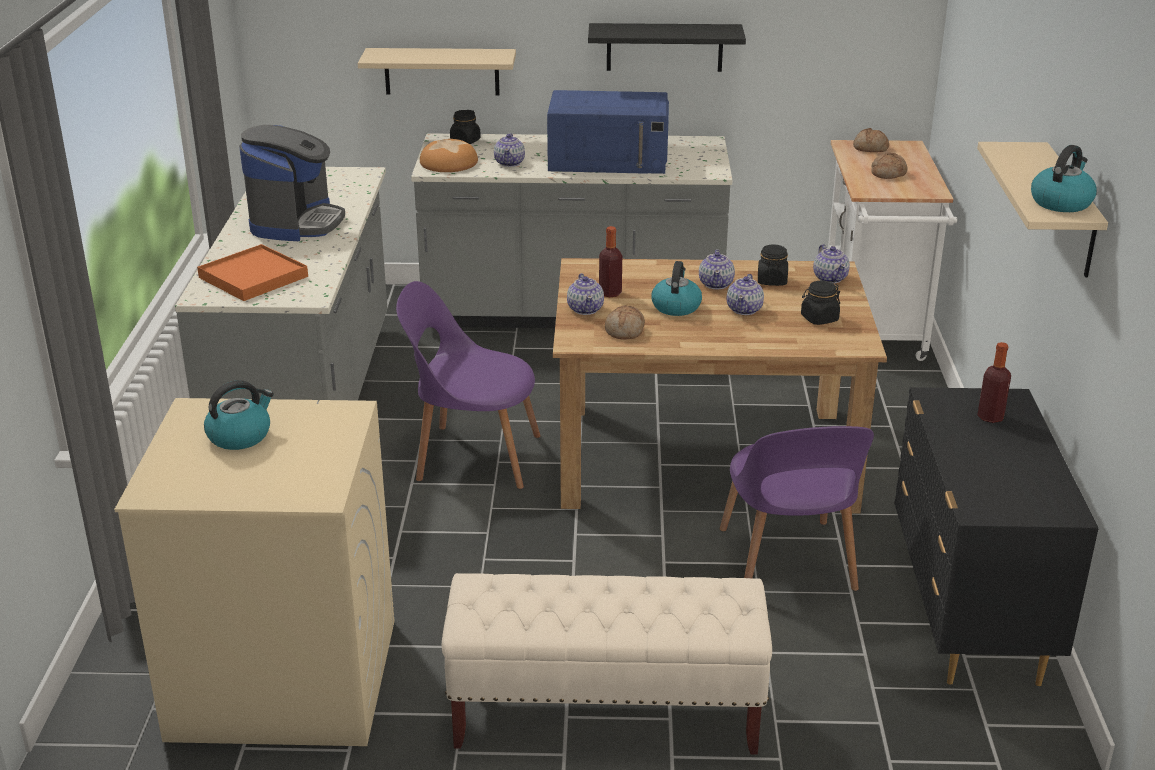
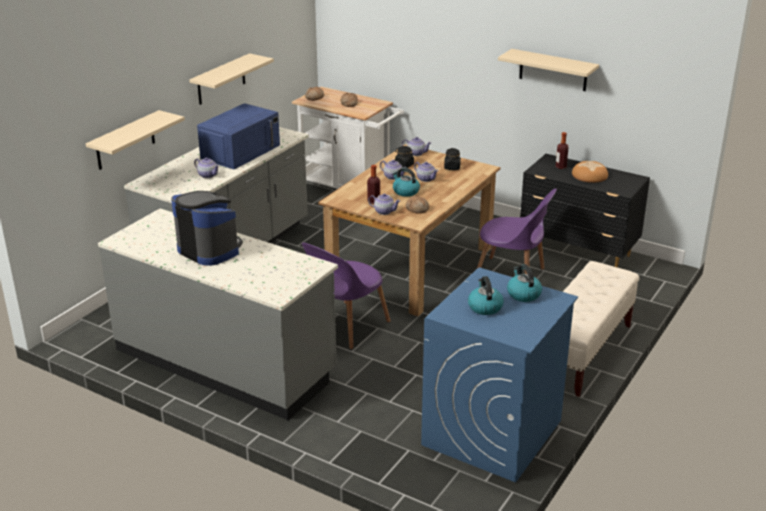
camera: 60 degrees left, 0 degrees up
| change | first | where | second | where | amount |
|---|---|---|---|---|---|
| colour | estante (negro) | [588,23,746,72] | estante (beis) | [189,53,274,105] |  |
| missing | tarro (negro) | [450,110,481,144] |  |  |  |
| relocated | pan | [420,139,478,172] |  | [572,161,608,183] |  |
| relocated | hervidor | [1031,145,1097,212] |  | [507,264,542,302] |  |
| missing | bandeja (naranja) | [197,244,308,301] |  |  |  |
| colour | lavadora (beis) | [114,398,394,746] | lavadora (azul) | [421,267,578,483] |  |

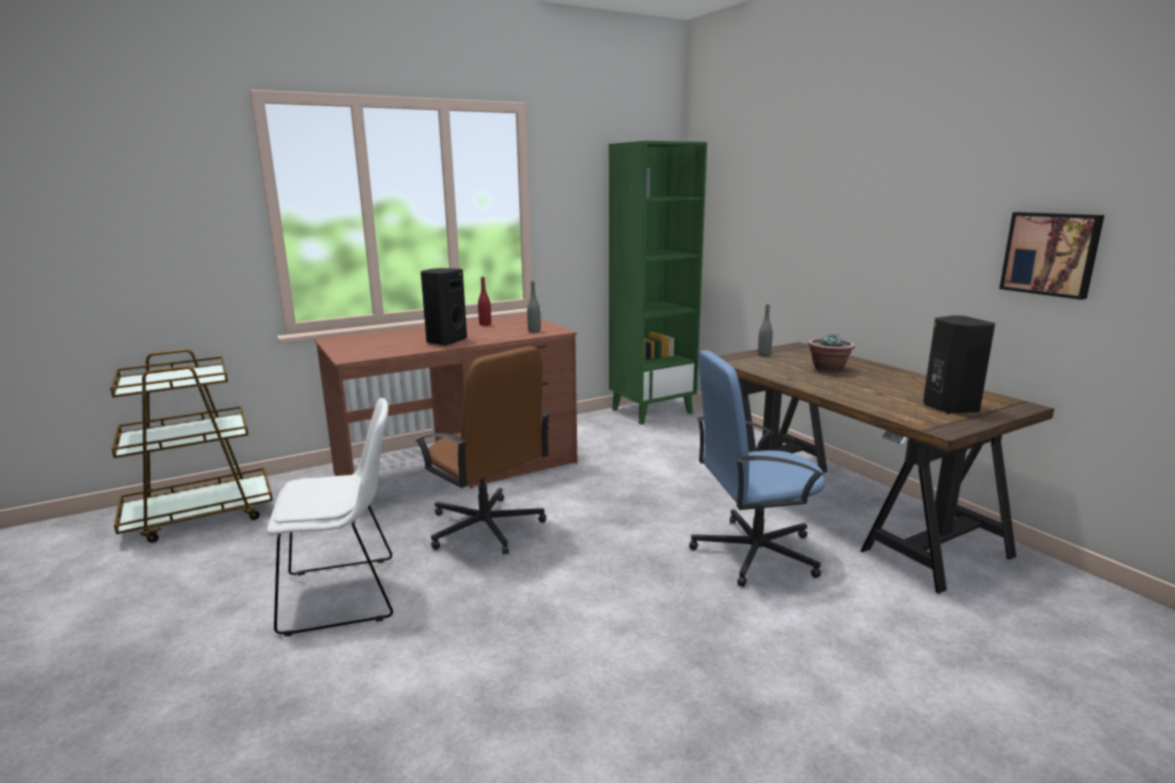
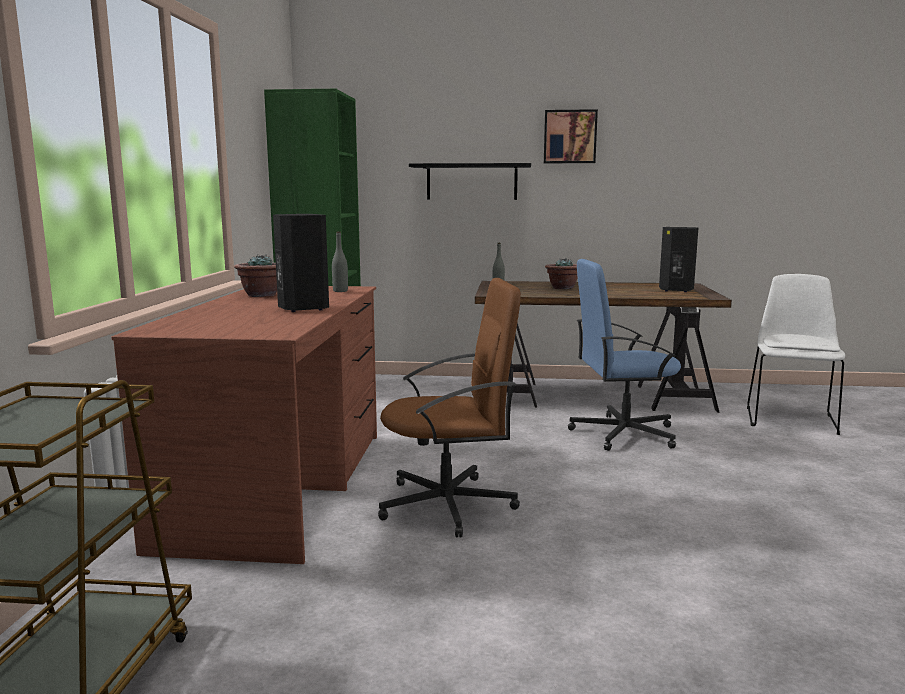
camera: 55 degrees left, 5 degrees down
| change | first | where | second | where | amount |
|---|---|---|---|---|---|
| relocated | cuadro | [999,212,1104,300] |  | [544,109,598,163] |  |
| exchanged | botella (rojo) | [478,277,491,326] | planta en maceta | [234,254,277,297] |  |
| spun | silla de oficina (azul) | [689,350,825,587] |  | [568,259,681,451] | 60 degrees clockwise |
| relocated | silla (blanco) | [267,398,393,636] |  | [747,274,845,435] |  |
| appeared |  |  | estante (negro) | [409,163,531,200] |  |

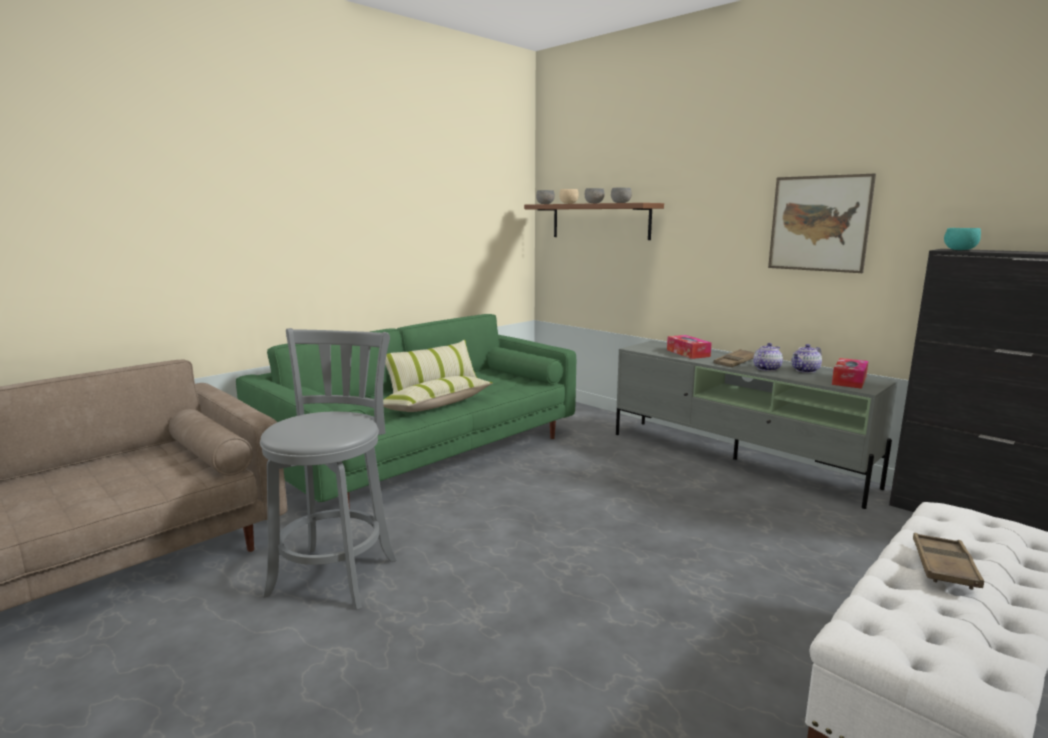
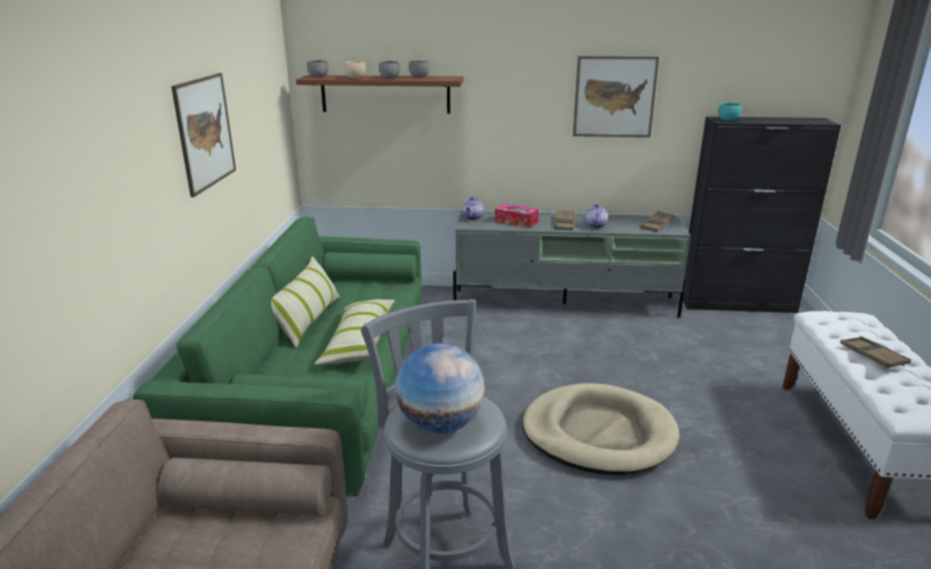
camera: 40 degrees left, 10 degrees up
| change | first | where | second | where | amount |
|---|---|---|---|---|---|
| relocated | tetera | [792,344,822,373] |  | [461,197,484,220] |  |
| exchanged | caja de pañuelos | [832,358,868,389] | bandeja (marrón) | [640,211,675,232] |  |
| appeared |  |  | cuadro | [171,73,236,197] |  |
| appeared |  |  | globo terráqueo | [395,343,485,434] |  |
| appeared |  |  | cama para perro (beis) | [523,383,680,475] |  |

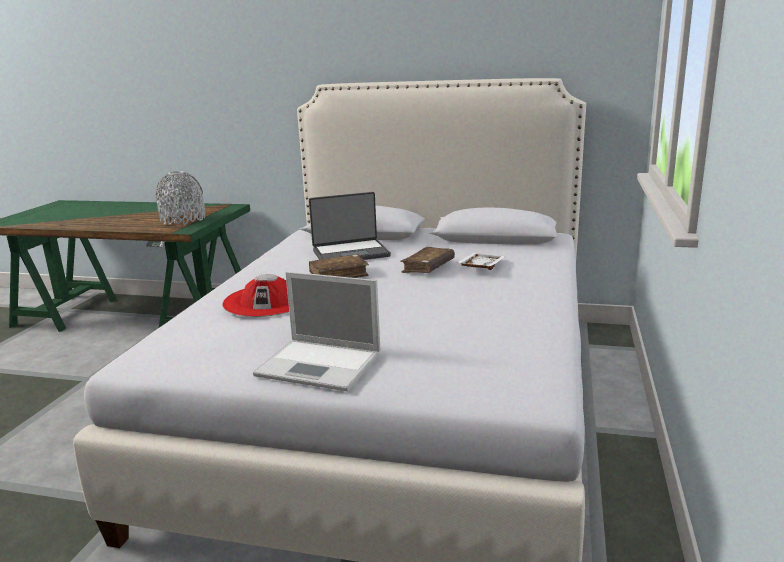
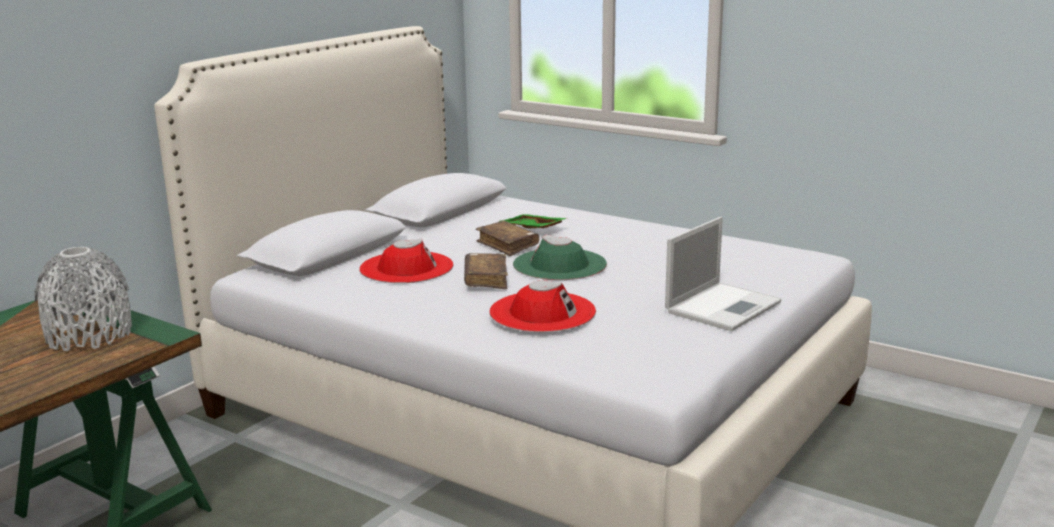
camera: 70 degrees left, 0 degrees up
| change | first | where | second | where | amount |
|---|---|---|---|---|---|
| exchanged | portátil | [309,192,391,260] | sombrero (rojo) | [359,238,454,283] |  |
| colour | bandeja (blanco) | [456,253,506,270] | bandeja (verde) | [501,214,568,228] |  |
| appeared |  |  | sombrero (verde) | [513,234,607,280] |  |

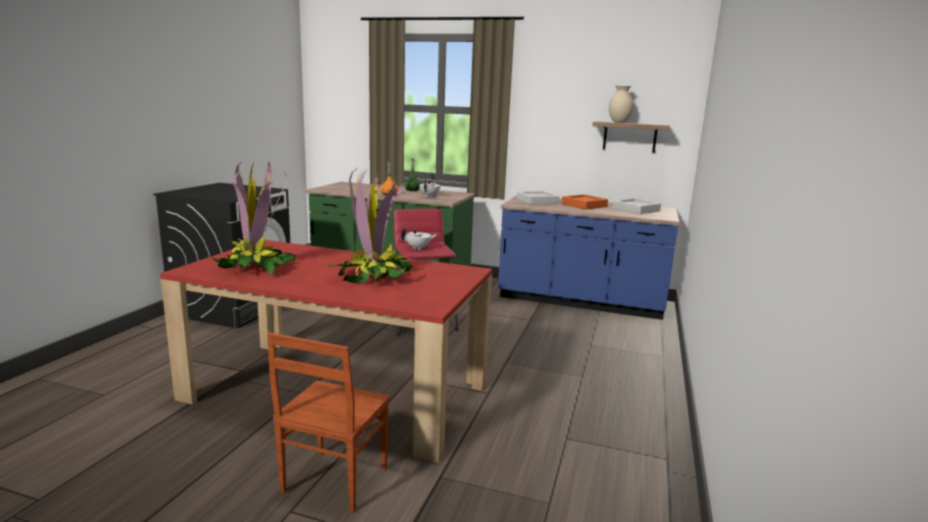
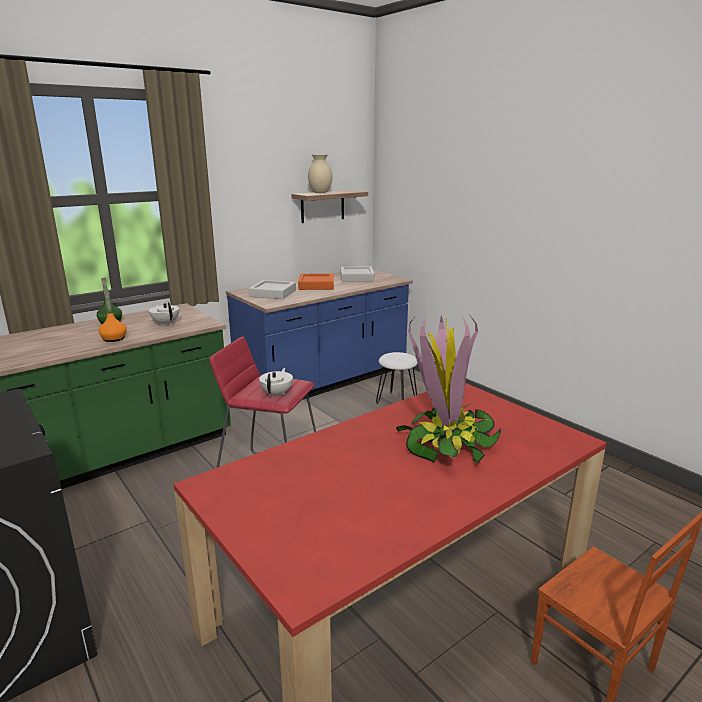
camera: 55 degrees left, 5 degrees up
| change | first | where | second | where | amount |
|---|---|---|---|---|---|
| missing | planta en maceta | [211,160,295,276] |  |  |  |
| appeared |  |  | taburete (blanco) | [376,352,418,404] |  |

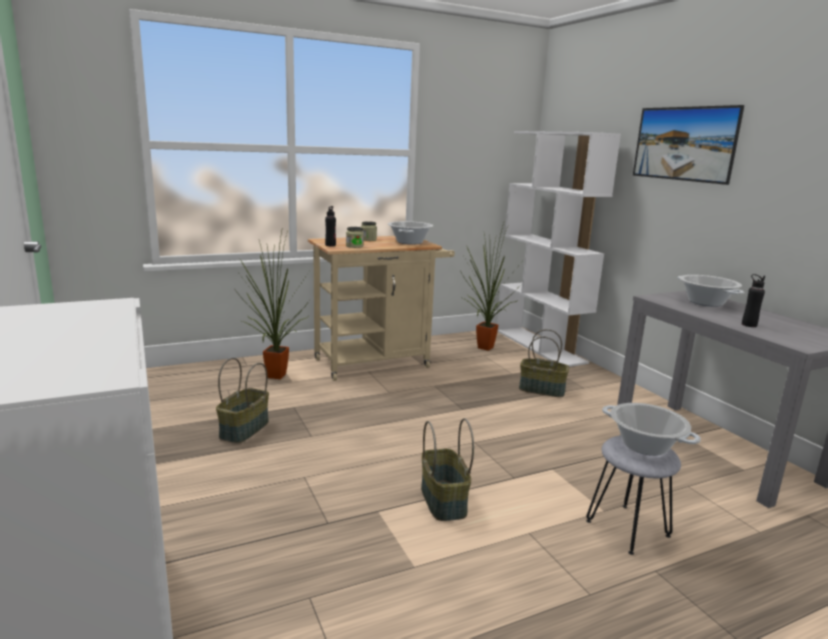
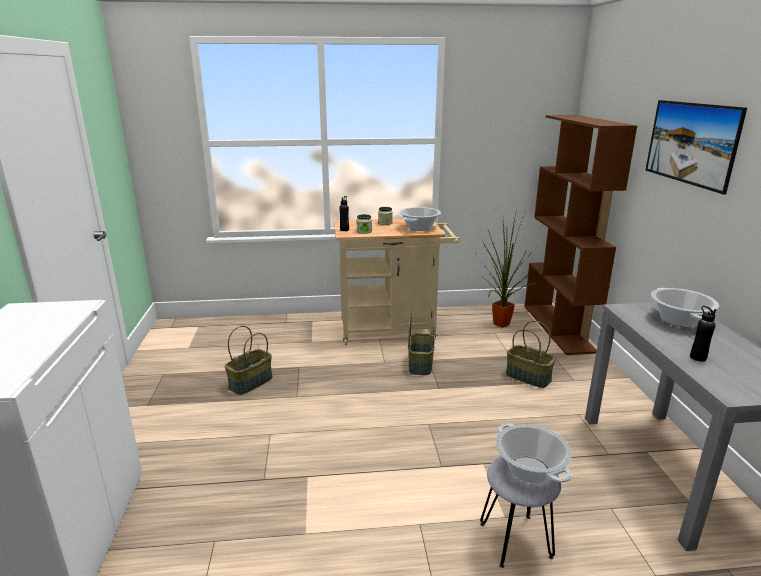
camera: 20 degrees right, 5 degrees up
| change | first | where | second | where | amount |
|---|---|---|---|---|---|
| colour | estantería (blanco) | [497,131,621,367] | estantería (marrón) | [524,115,637,355] |  |
| missing | planta en maceta | [235,227,309,379] |  |  |  |
| relocated | cesta | [421,418,474,521] |  | [408,313,435,375] |  |

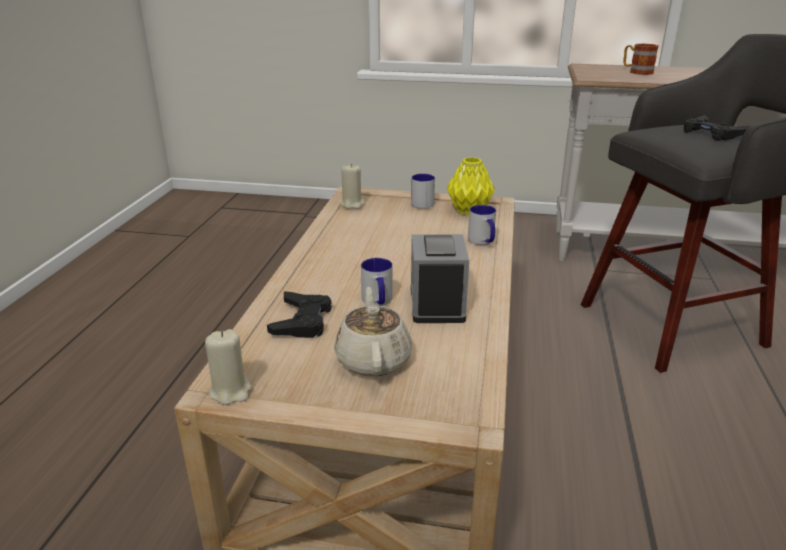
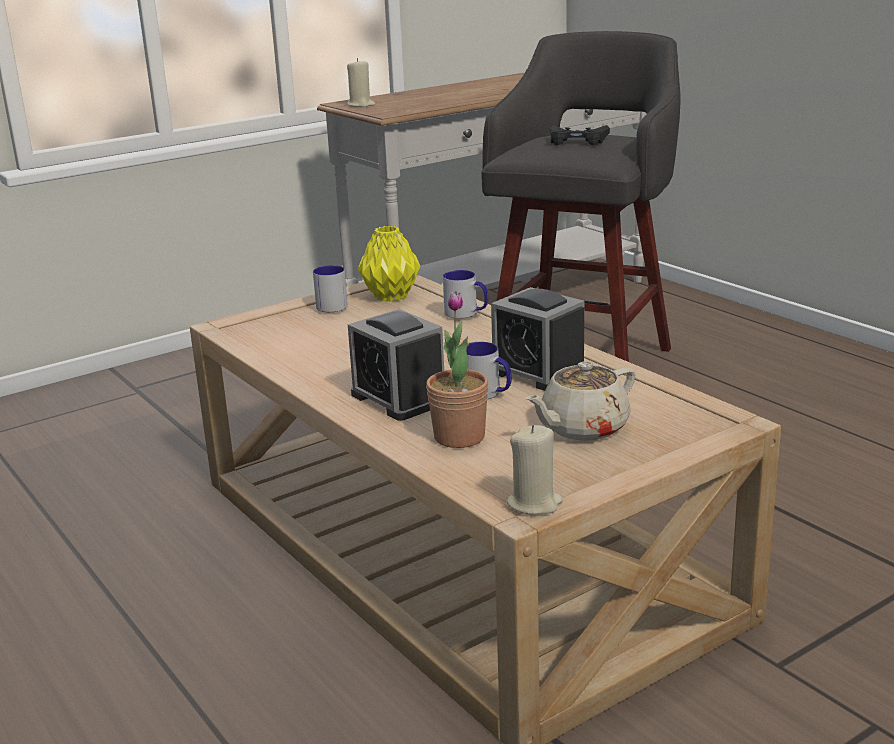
camera: 45 degrees left, 5 degrees down
| change | first | where | second | where | amount |
|---|---|---|---|---|---|
| missing | taza grande | [623,44,659,75] |  |  |  |
| relocated | vela (beis) | [340,163,365,209] |  | [347,58,375,107] |  |
| spun | tetera (beis) | [334,287,412,377] |  | [526,361,635,441] | 75 degrees counterclockwise |
| exchanged | mando de consola (negro) | [267,291,332,338] | planta en maceta | [426,291,489,448] |  |
| appeared |  |  | despertador | [348,309,444,421] |  |

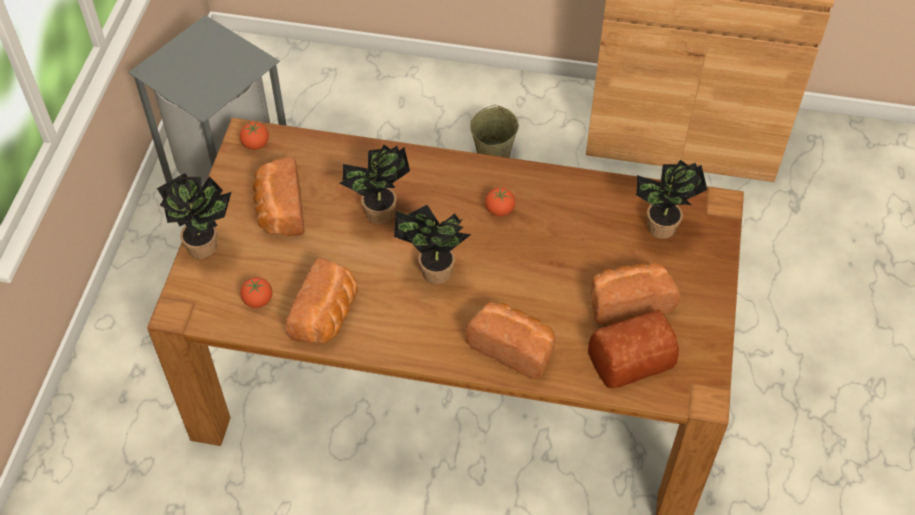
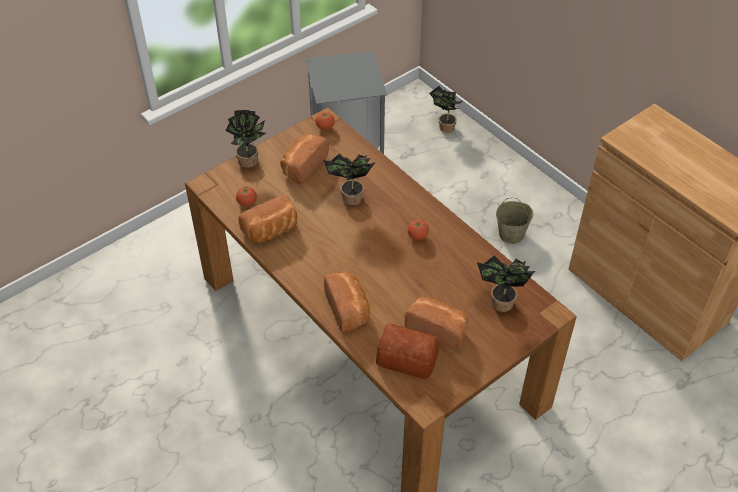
camera: 40 degrees right, 5 degrees down
| change | first | where | second | where | amount |
|---|---|---|---|---|---|
| relocated | planta en maceta | [394,205,472,284] |  | [429,86,463,133] |  |

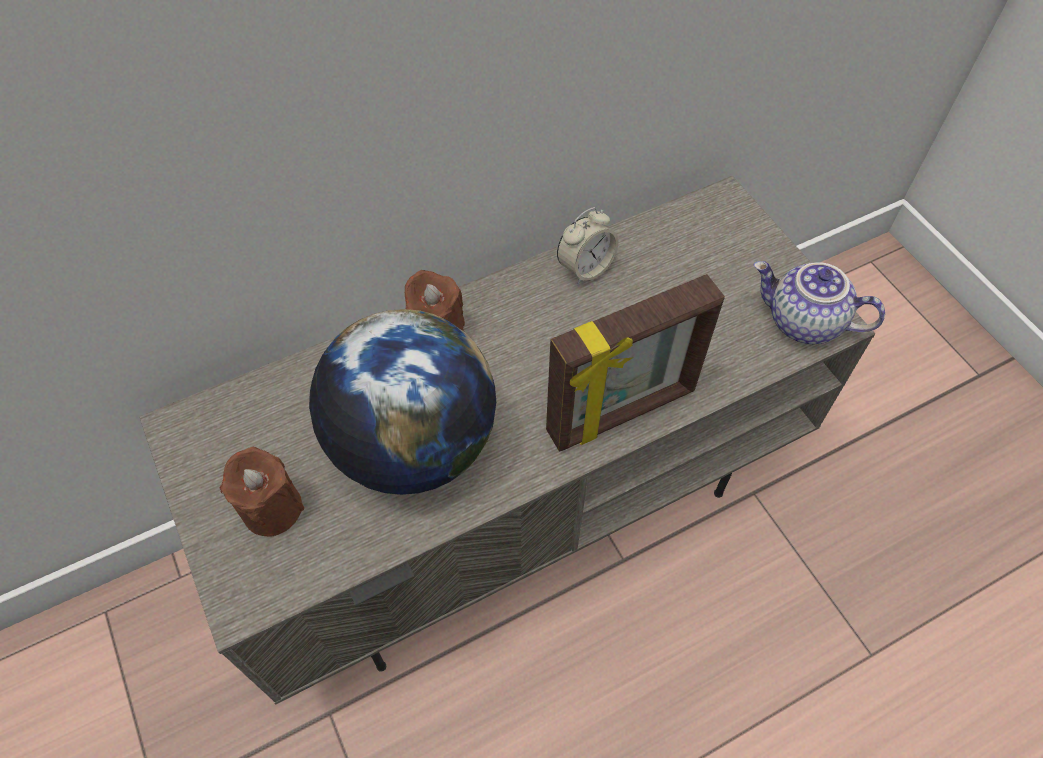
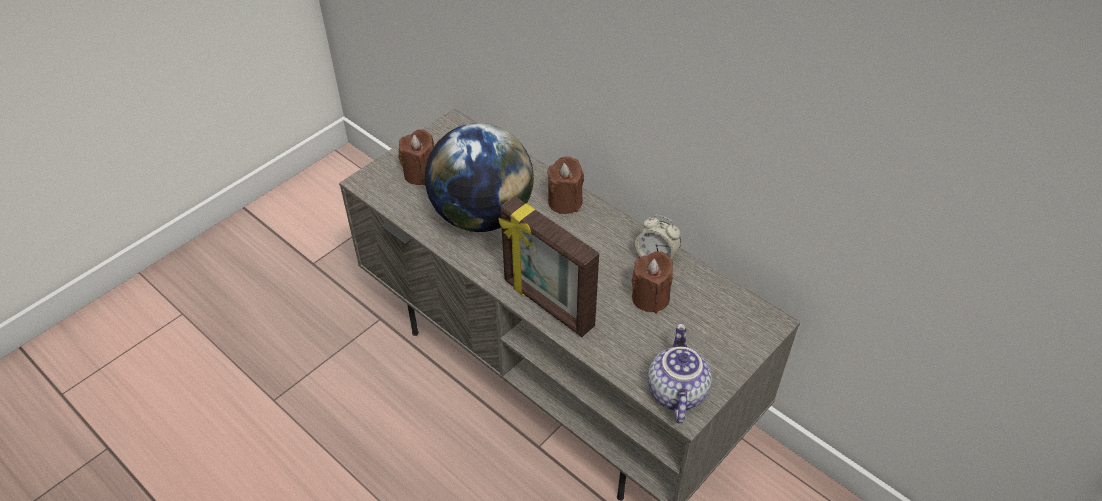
camera: 70 degrees right, 10 degrees down
| change | first | where | second | where | amount |
|---|---|---|---|---|---|
| appeared |  |  | vela (marrón) | [632,251,673,313] |  |

